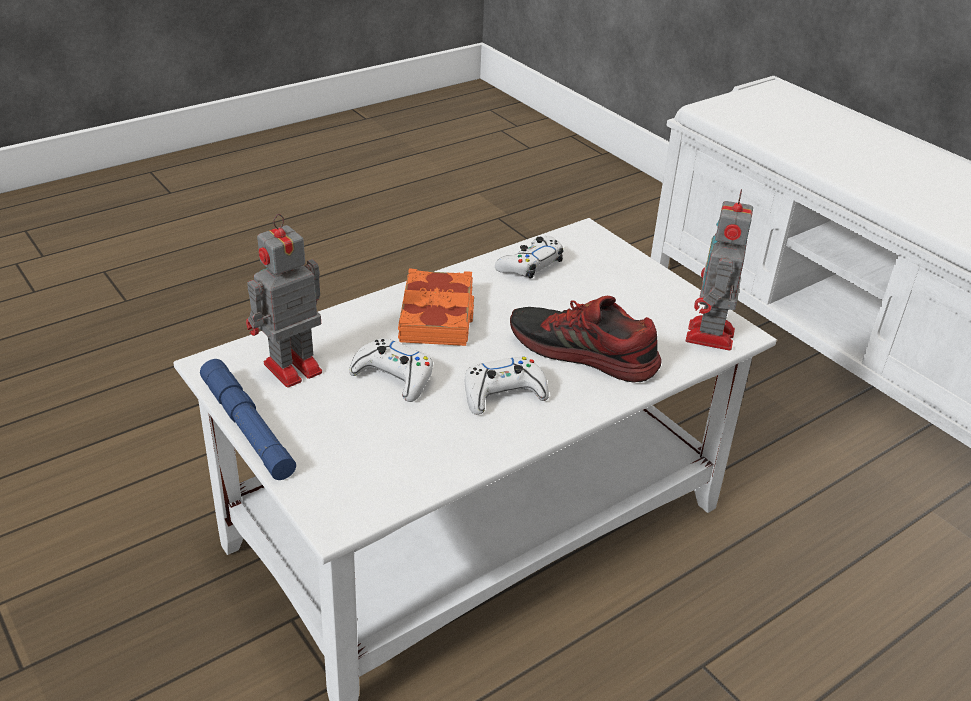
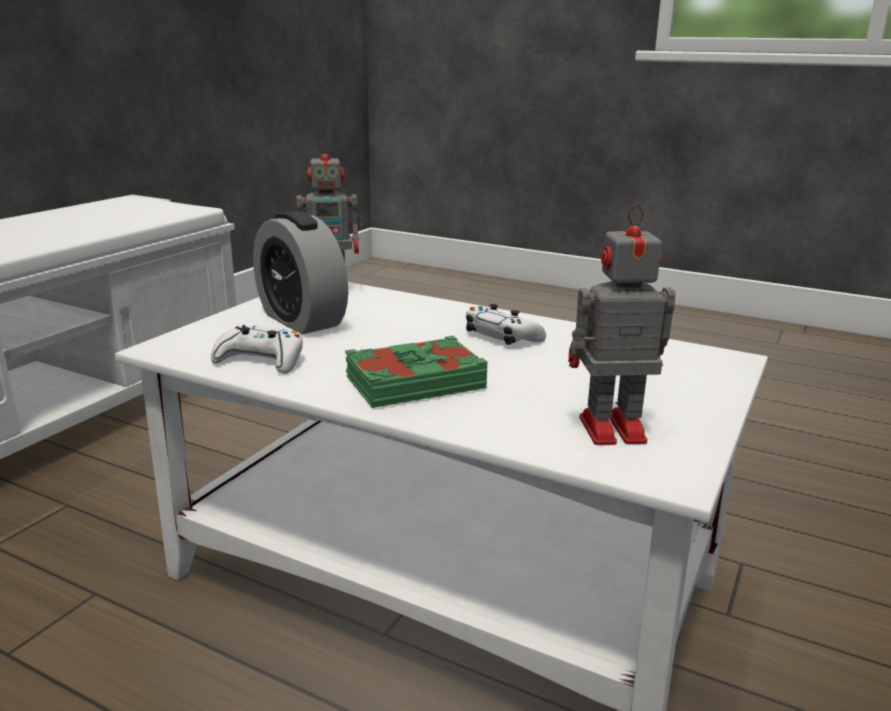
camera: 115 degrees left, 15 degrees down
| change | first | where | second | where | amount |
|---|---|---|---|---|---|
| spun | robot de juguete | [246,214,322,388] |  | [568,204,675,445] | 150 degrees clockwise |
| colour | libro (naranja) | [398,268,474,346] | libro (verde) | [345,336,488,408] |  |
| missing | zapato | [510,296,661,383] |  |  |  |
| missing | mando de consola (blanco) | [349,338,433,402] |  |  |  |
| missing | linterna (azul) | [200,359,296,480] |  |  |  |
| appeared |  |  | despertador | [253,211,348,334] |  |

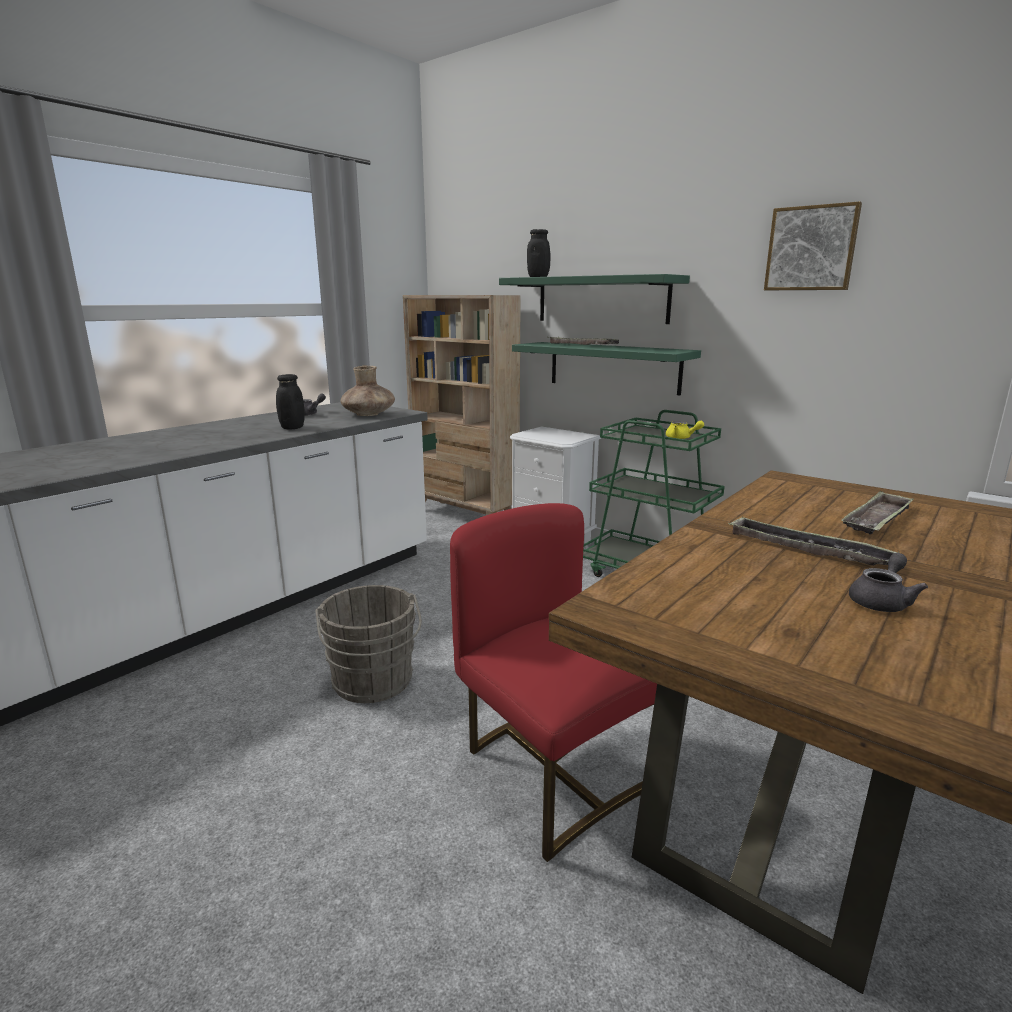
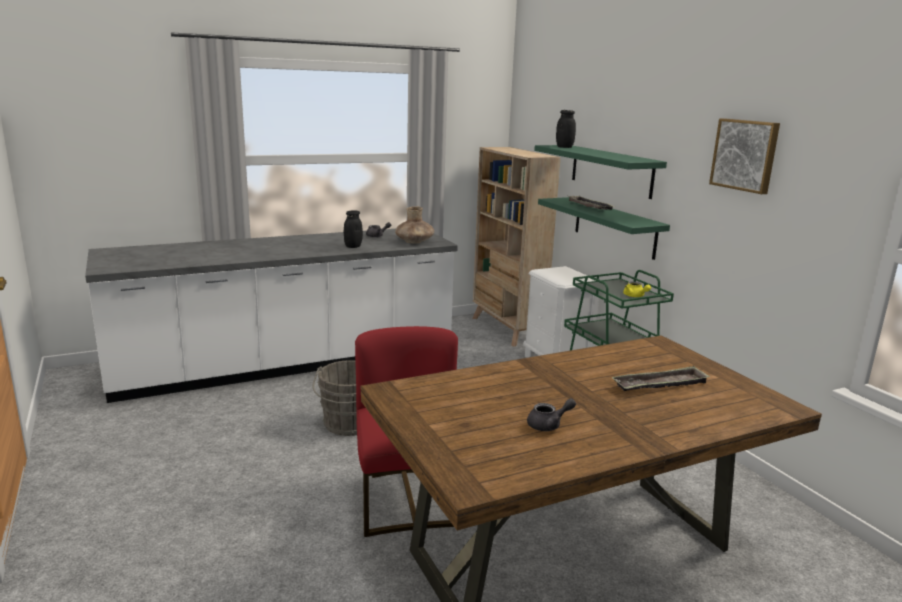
camera: 25 degrees right, 0 degrees up
| change | first | where | second | where | amount |
|---|---|---|---|---|---|
| missing | bandeja | [728,516,899,566] |  |  |  |

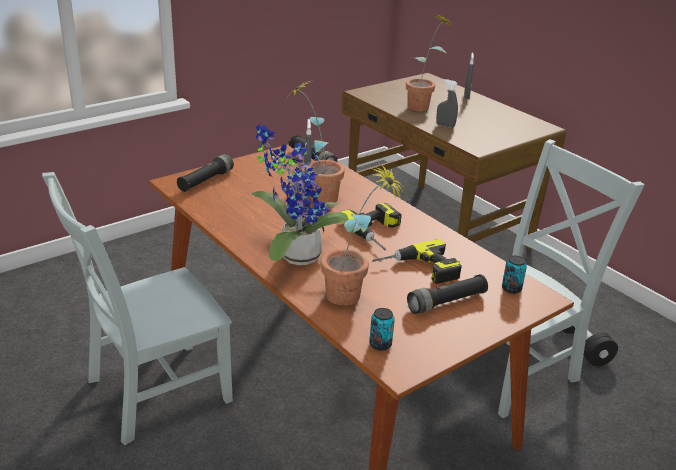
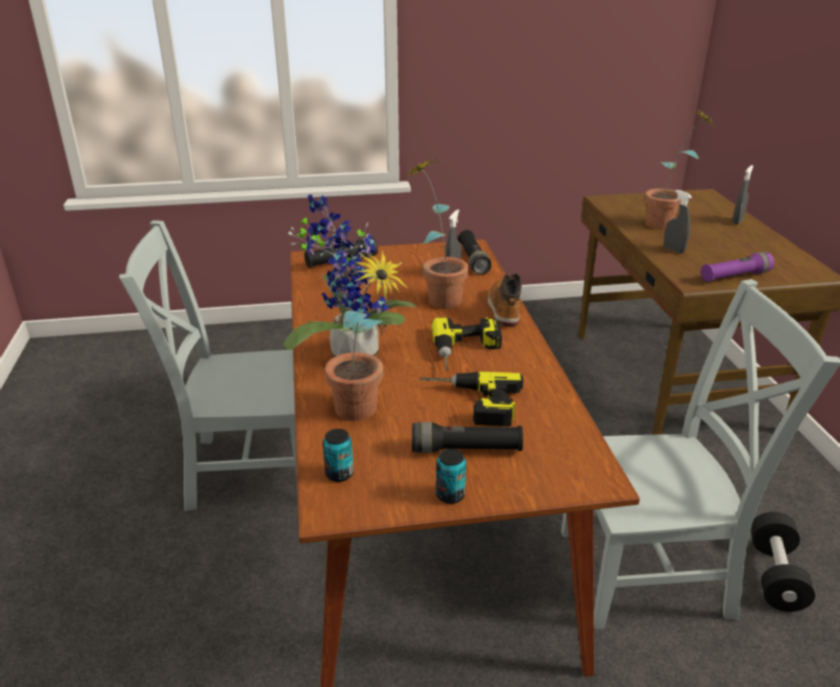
camera: 30 degrees right, 0 degrees up
| change | first | where | second | where | amount |
|---|---|---|---|---|---|
| relocated | lata | [502,256,527,294] |  | [436,449,466,504] |  |
| appeared |  |  | linterna (morado) | [701,252,774,282] |  |
| appeared |  |  | bota | [488,273,522,326] |  |

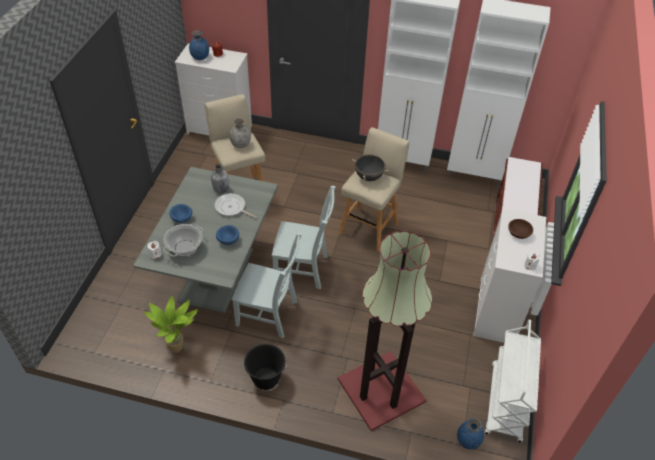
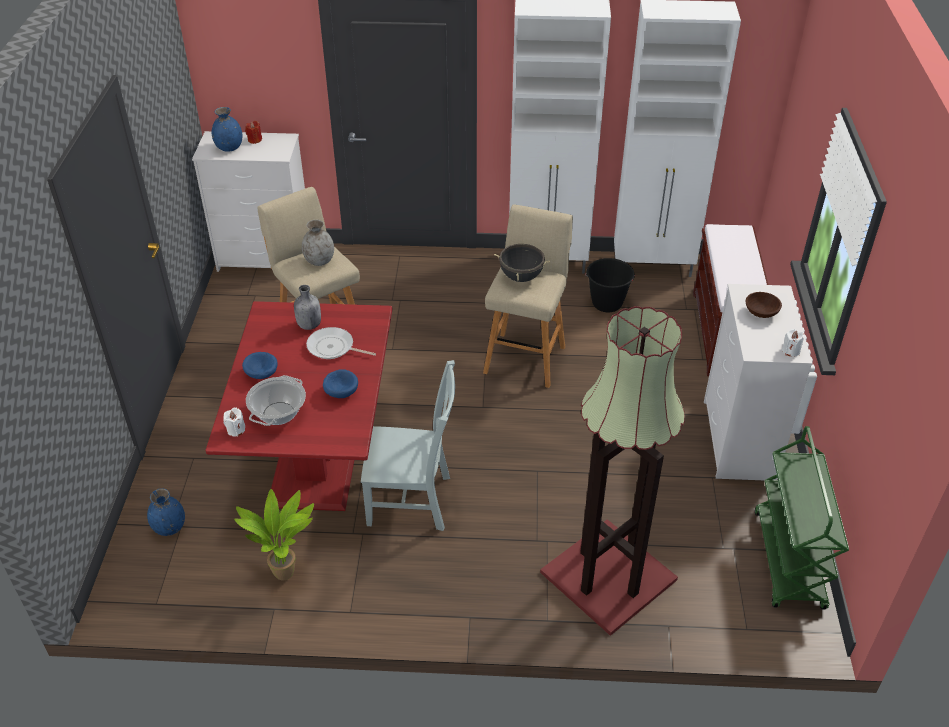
camera: 10 degrees left, 5 degrees down
| change | first | where | second | where | amount |
|---|---|---|---|---|---|
| colour | mesa de comedor (gris) | [133,167,278,313] | mesa de comedor (rojo) | [205,301,393,511] |  |
| missing | silla (gris) | [272,186,336,289] |  |  |  |
| colour | carrito (blanco) | [485,320,541,442] | carrito (verde) | [755,426,849,609] |  |
| relocated | cubo (negro) | [244,344,287,390] |  | [585,258,635,312] |  |
| relocated | florero (azul) | [457,418,484,449] |  | [147,488,185,536] |  |

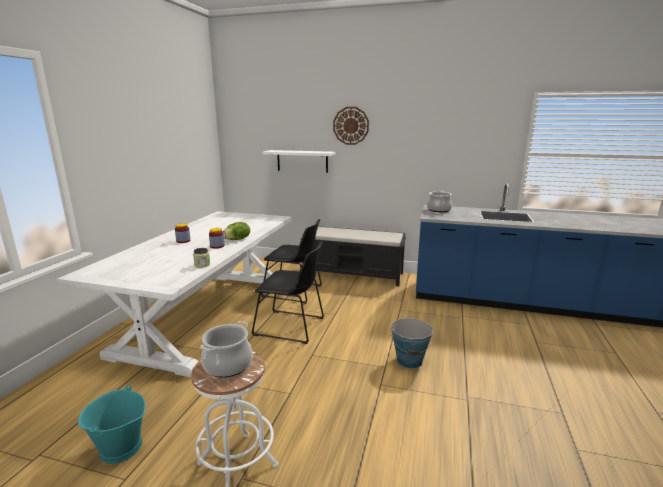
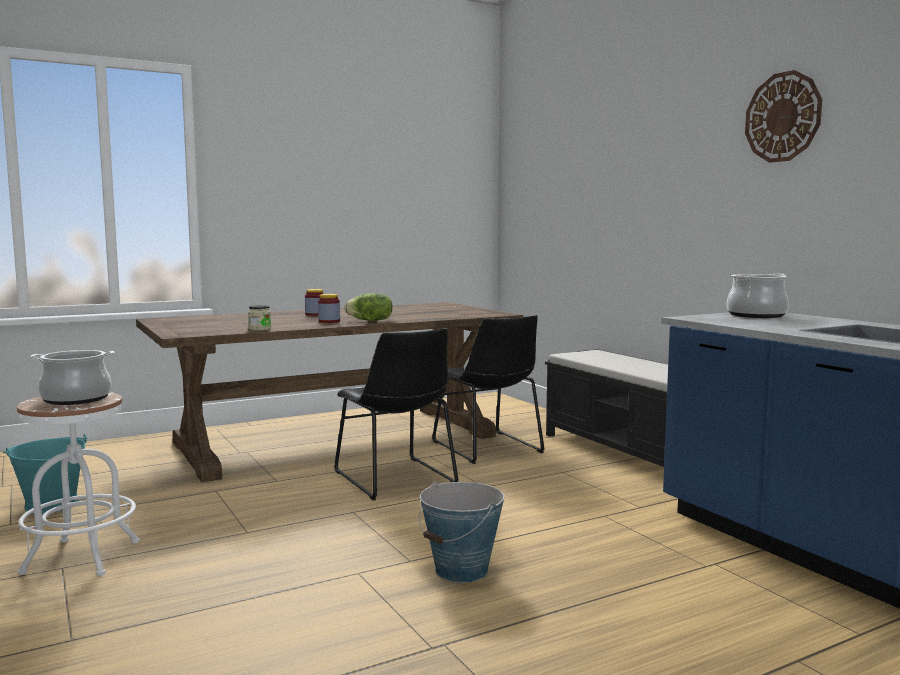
camera: 45 degrees right, 10 degrees down
| change | first | where | second | where | amount |
|---|---|---|---|---|---|
| relocated | reloj de pared | [333,107,369,145] |  | [745,70,822,163] |  |
| missing | estante (blanco) | [262,150,335,173] |  |  |  |
| colour | mesa de comedor (blanco) | [57,211,291,377] | mesa de comedor (marrón) | [136,302,523,482] |  |

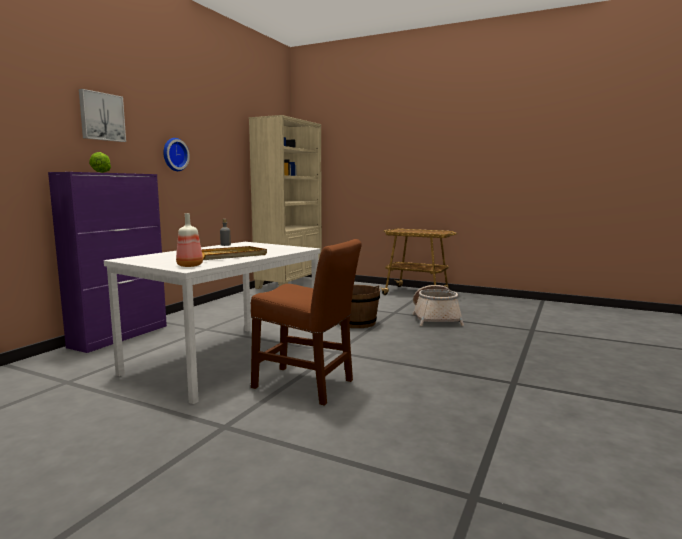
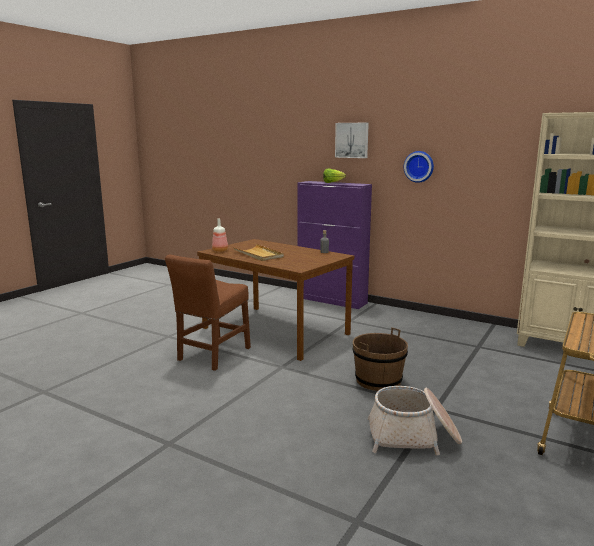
camera: 95 degrees right, 5 degrees up
| change | first | where | second | where | amount |
|---|---|---|---|---|---|
| colour | mesa de comedor (blanco) | [104,242,321,404] | mesa de comedor (marrón) | [197,239,354,361] |  |

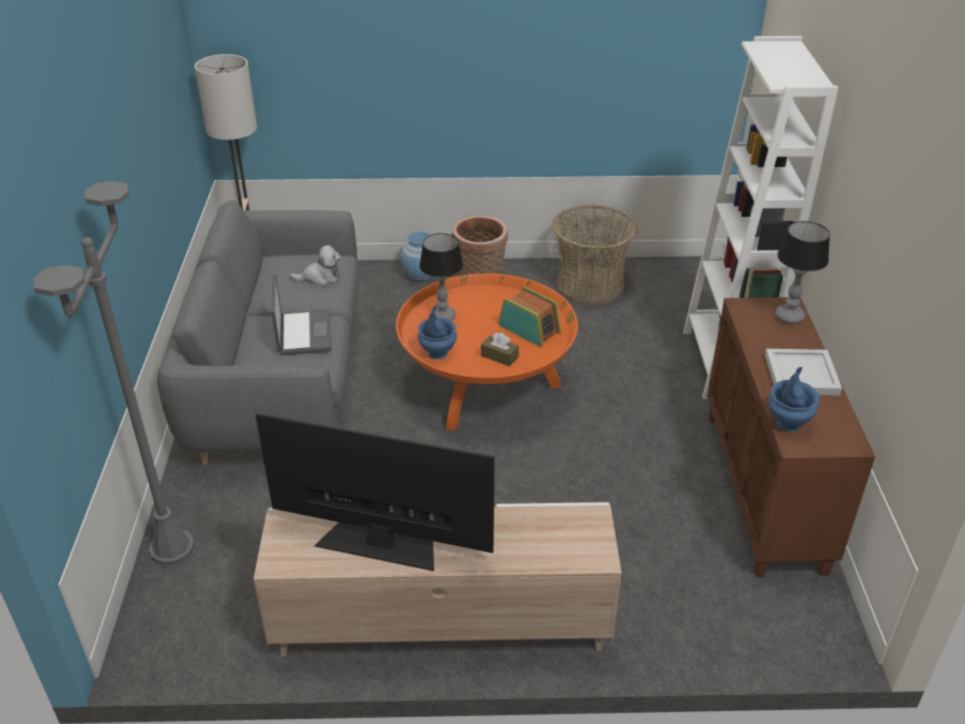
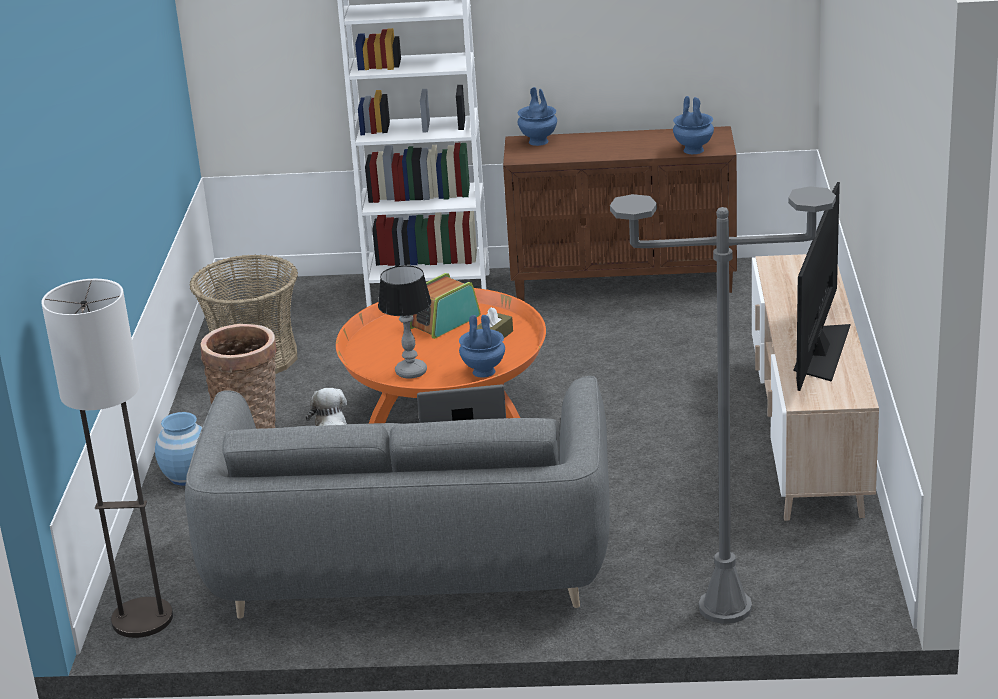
camera: 85 degrees left, 10 degrees down
| change | first | where | second | where | amount |
|---|---|---|---|---|---|
| exchanged | lámpara de mesa | [775,221,830,324] | florero (azul) | [518,87,557,146] |  |
| missing | bandeja (blanco) | [765,349,842,396] |  |  |  |

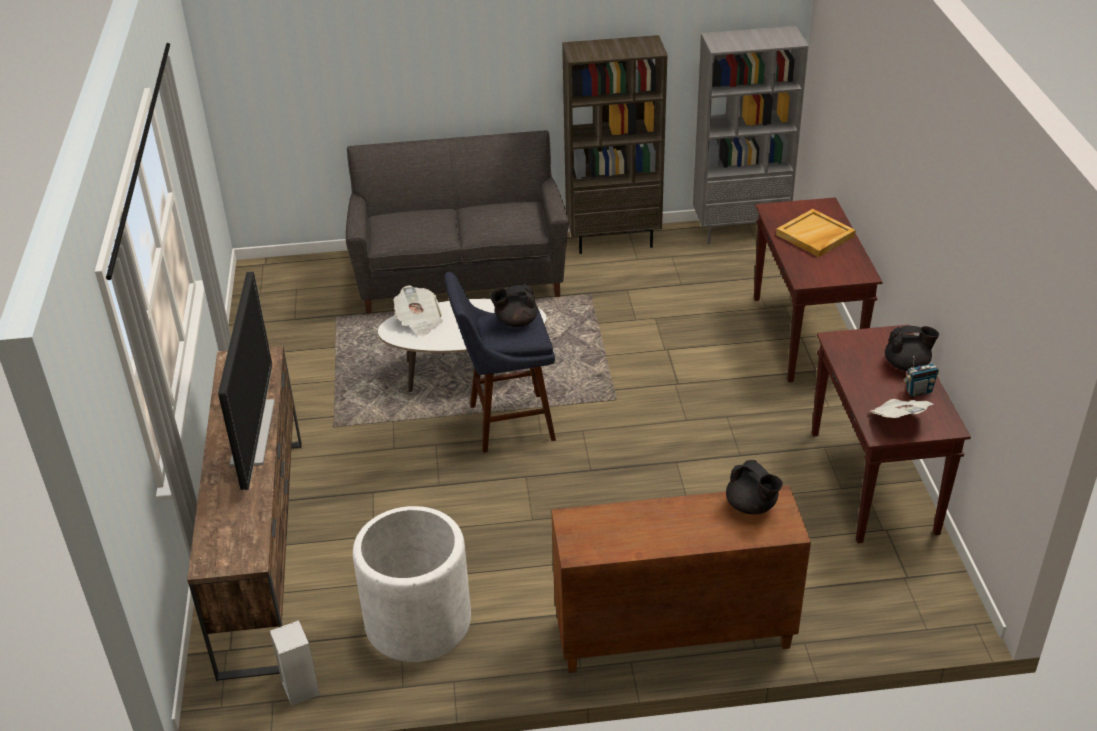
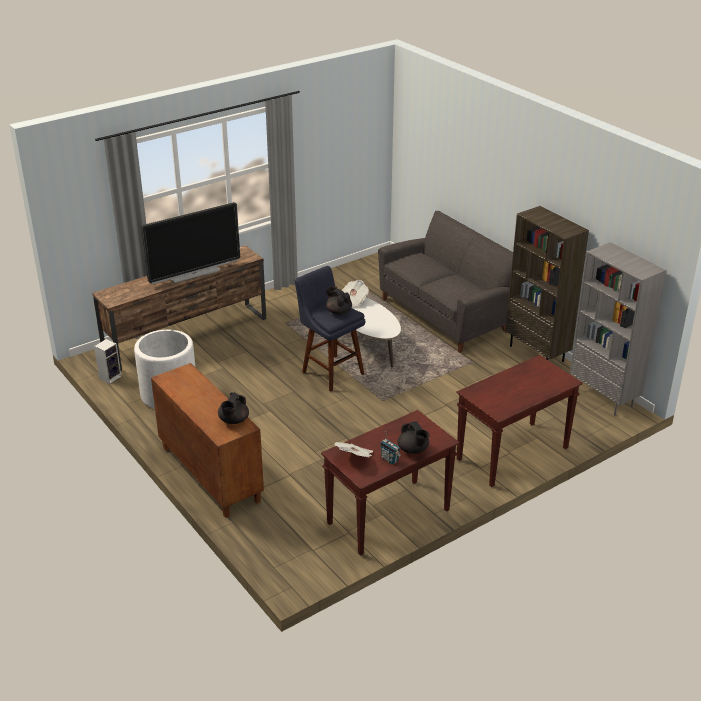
camera: 60 degrees right, 5 degrees down
| change | first | where | second | where | amount |
|---|---|---|---|---|---|
| missing | bandeja (beis) | [776,209,856,257] |  |  |  |

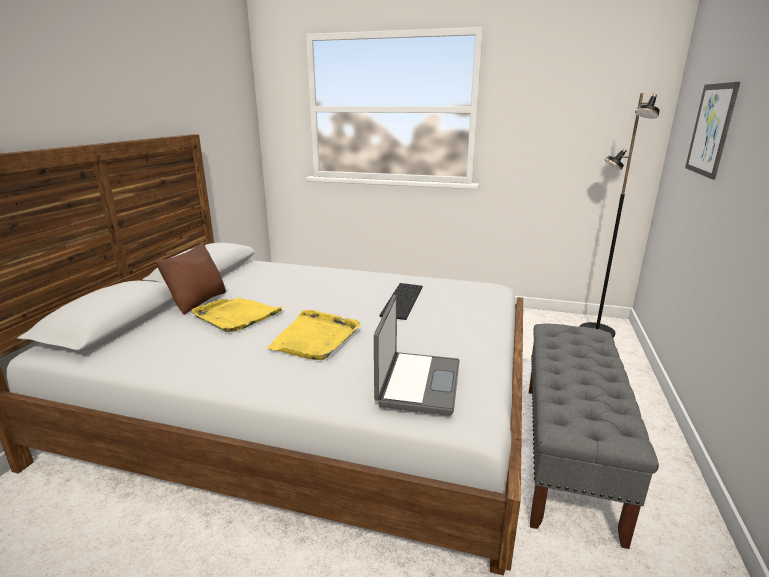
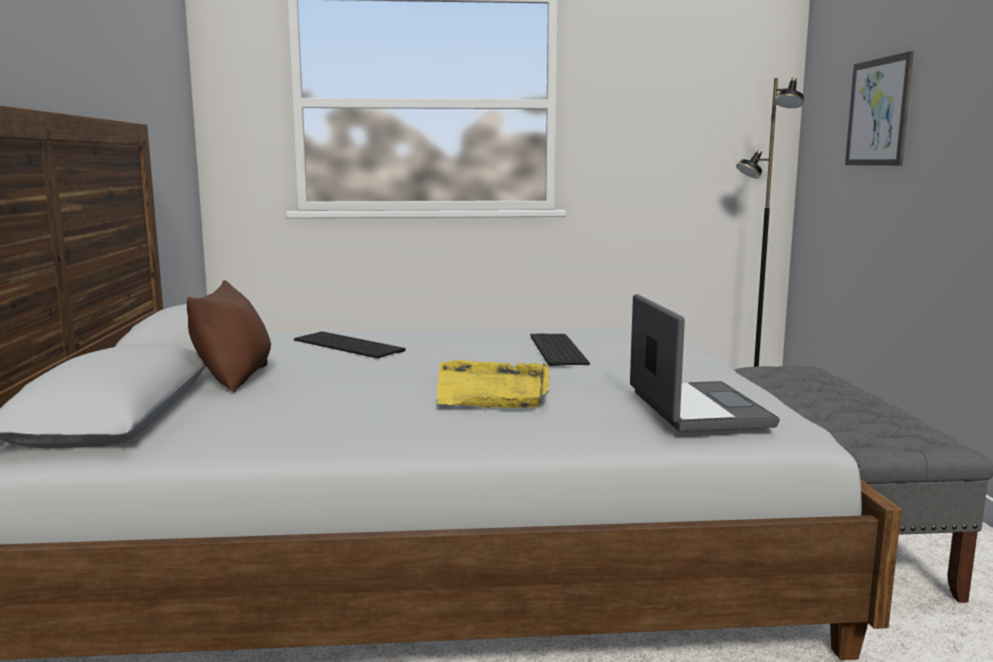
camera: 20 degrees left, 10 degrees down
| change | first | where | second | where | amount |
|---|---|---|---|---|---|
| missing | bandeja (amarillo) | [191,298,284,332] |  |  |  |
| appeared |  |  | teclado | [294,331,406,358] |  |

